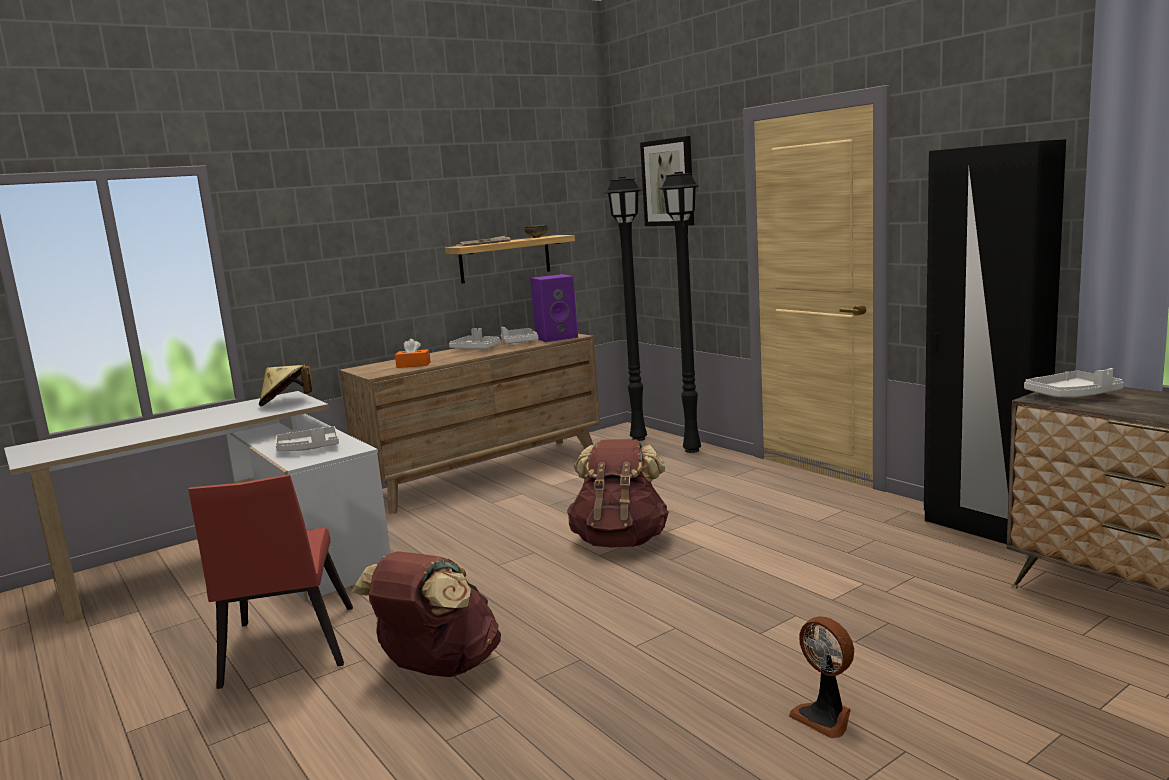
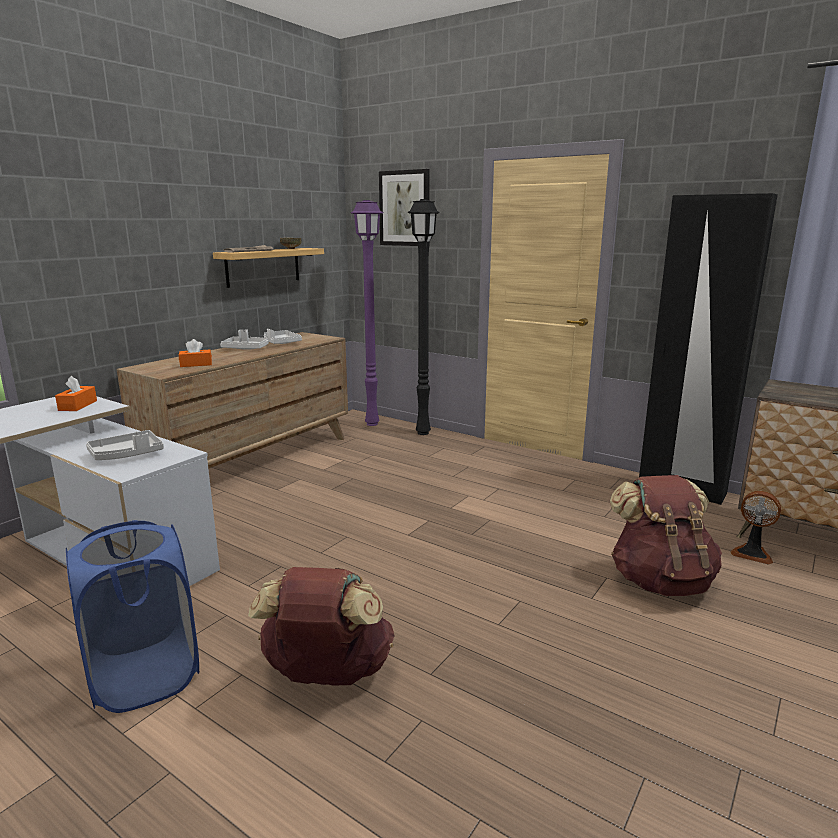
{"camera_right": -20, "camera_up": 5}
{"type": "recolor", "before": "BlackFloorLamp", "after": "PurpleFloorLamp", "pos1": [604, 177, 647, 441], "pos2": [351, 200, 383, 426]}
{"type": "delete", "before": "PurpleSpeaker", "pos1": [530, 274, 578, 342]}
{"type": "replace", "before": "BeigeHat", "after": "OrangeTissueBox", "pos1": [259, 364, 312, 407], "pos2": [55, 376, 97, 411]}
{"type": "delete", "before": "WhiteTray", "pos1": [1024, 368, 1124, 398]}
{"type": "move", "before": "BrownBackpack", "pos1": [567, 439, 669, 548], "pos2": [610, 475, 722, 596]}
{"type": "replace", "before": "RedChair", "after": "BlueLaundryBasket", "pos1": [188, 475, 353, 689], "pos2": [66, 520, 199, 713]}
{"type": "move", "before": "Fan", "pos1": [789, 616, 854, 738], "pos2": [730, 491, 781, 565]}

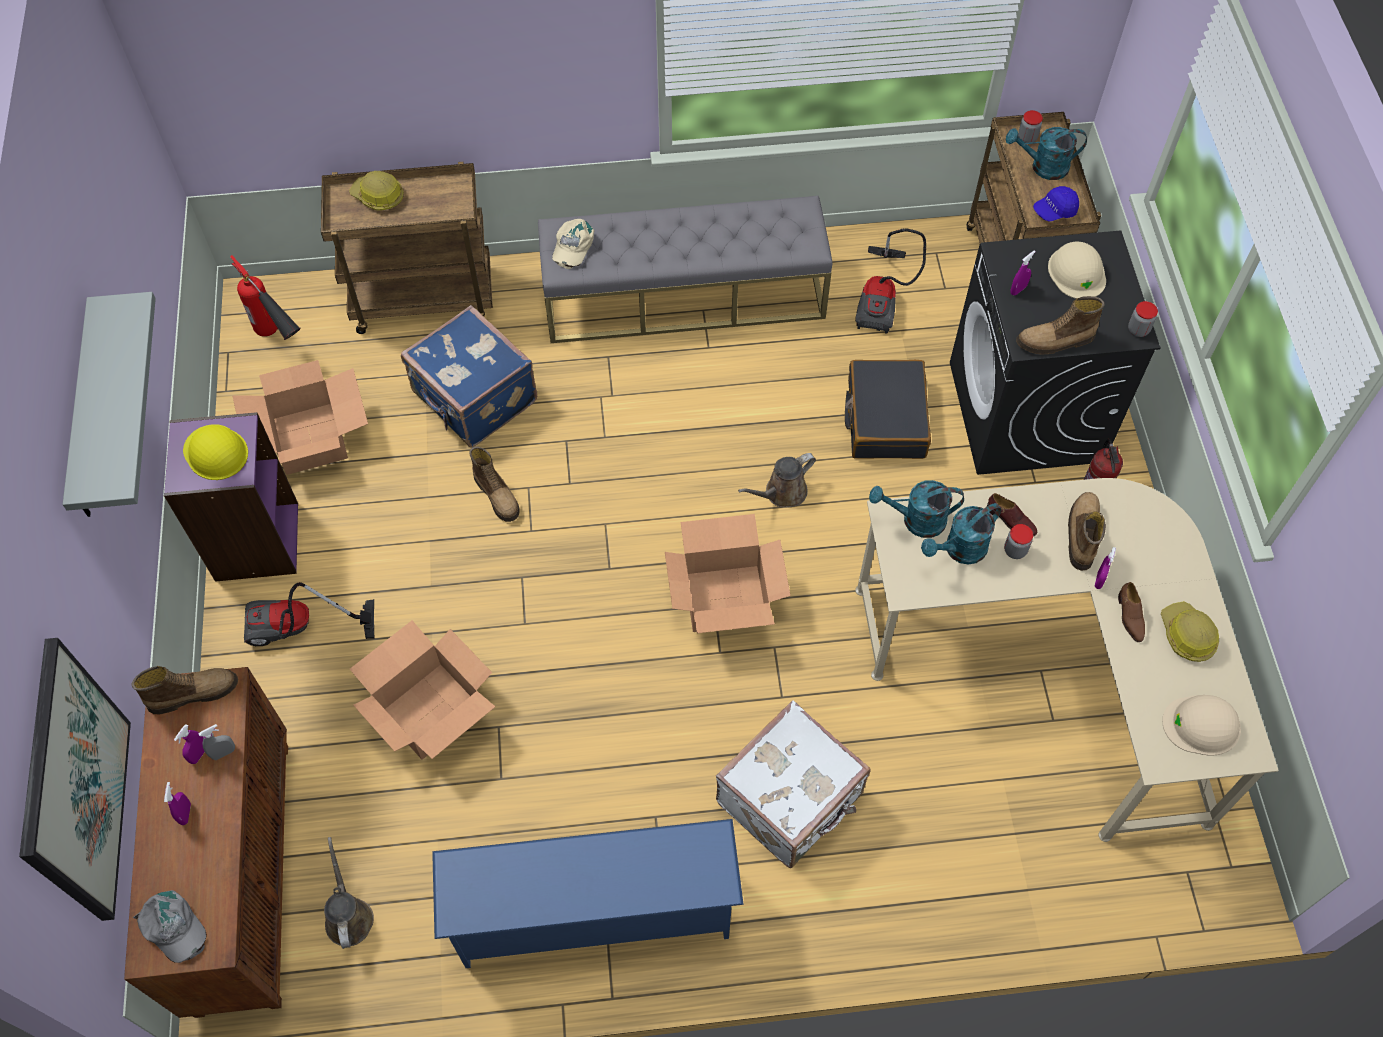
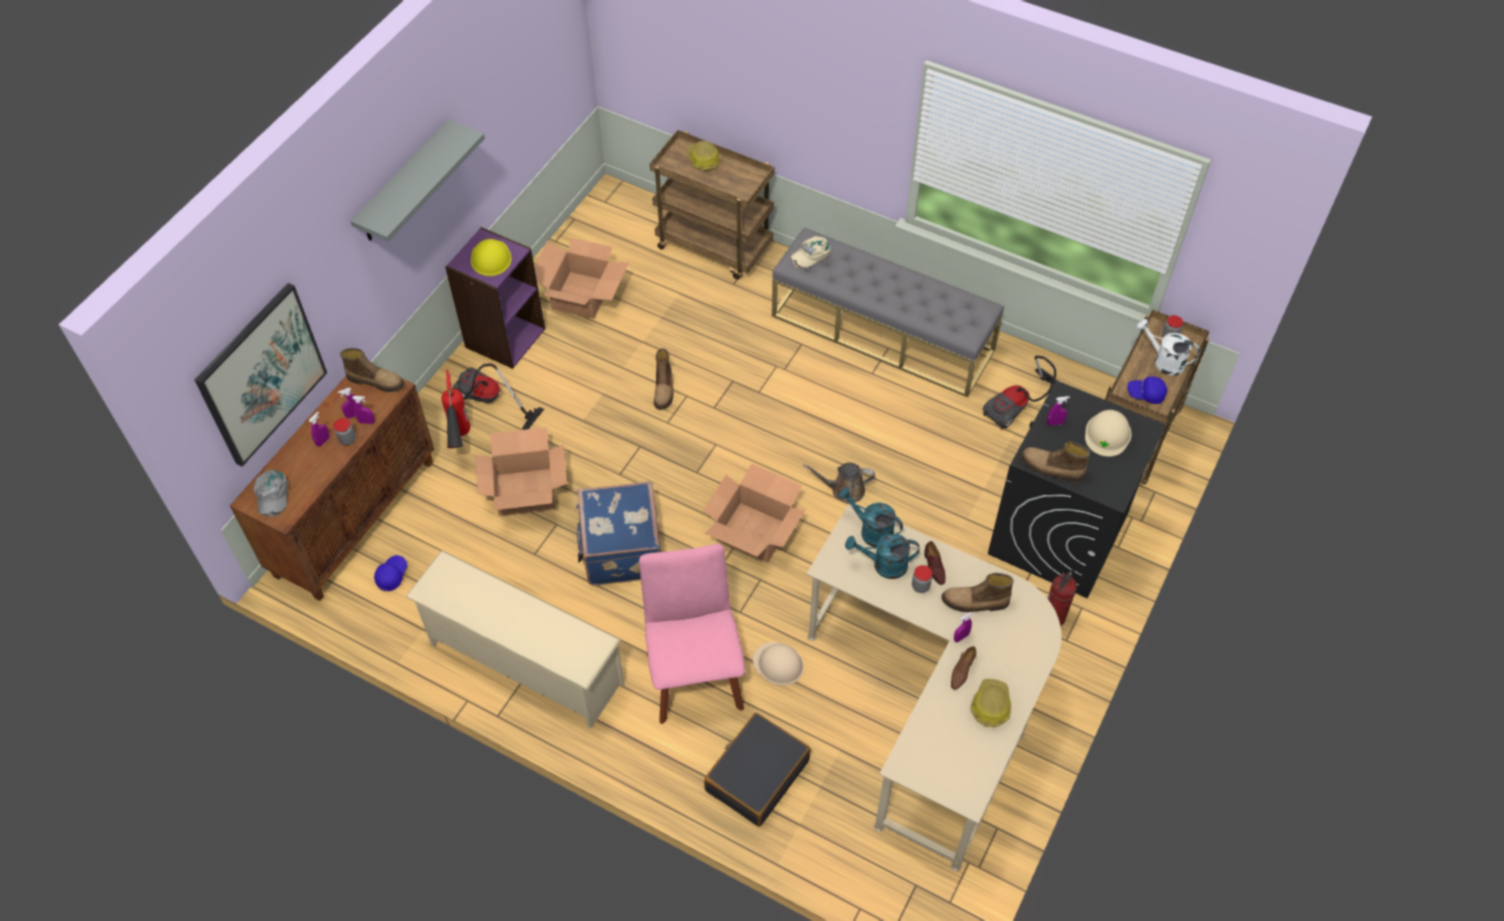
{"camera_right": 35, "camera_up": -5}
{"type": "recolor", "before": "TurquoiseWateringCan", "after": "WhiteWateringCan", "pos1": [1005, 127, 1087, 180], "pos2": [1137, 319, 1200, 376]}
{"type": "move", "before": "FireExtinguisher", "pos1": [230, 255, 301, 340], "pos2": [441, 369, 470, 448]}
{"type": "move", "before": "Jar", "pos1": [1128, 301, 1158, 337], "pos2": [333, 418, 356, 445]}
{"type": "move", "before": "BlueSuitcase", "pos1": [401, 305, 537, 447], "pos2": [576, 481, 661, 585]}
{"type": "move", "before": "BlackSuitcase", "pos1": [845, 360, 931, 459], "pos2": [704, 713, 811, 827]}
{"type": "rotate", "before": "Boot", "pos1": [1068, 492, 1106, 571], "pos2": [941, 573, 1014, 612], "turn": -135}
{"type": "move", "before": "BeigeHardHat", "pos1": [1162, 695, 1241, 756], "pos2": [753, 642, 804, 686]}
{"type": "replace", "before": "WhiteSuitcase", "after": "PinkChair", "pos1": [716, 700, 871, 868], "pos2": [639, 544, 745, 724]}
{"type": "recolor", "before": "GreySprayBottle", "after": "PurpleSprayBottle", "pos1": [198, 724, 235, 760], "pos2": [352, 396, 375, 424]}
{"type": "recolor", "before": "BlueShoeRack", "after": "BeigeShoeRack", "pos1": [432, 819, 744, 968], "pos2": [406, 551, 624, 728]}
{"type": "replace", "before": "BrownWateringCan", "after": "BlueCap", "pos1": [324, 837, 374, 949], "pos2": [374, 555, 407, 591]}

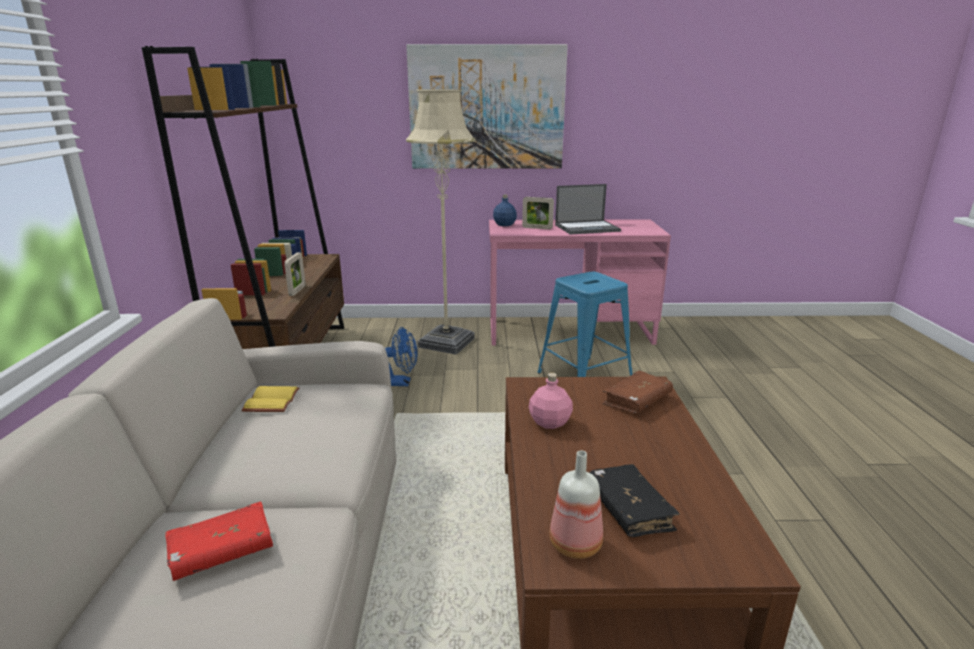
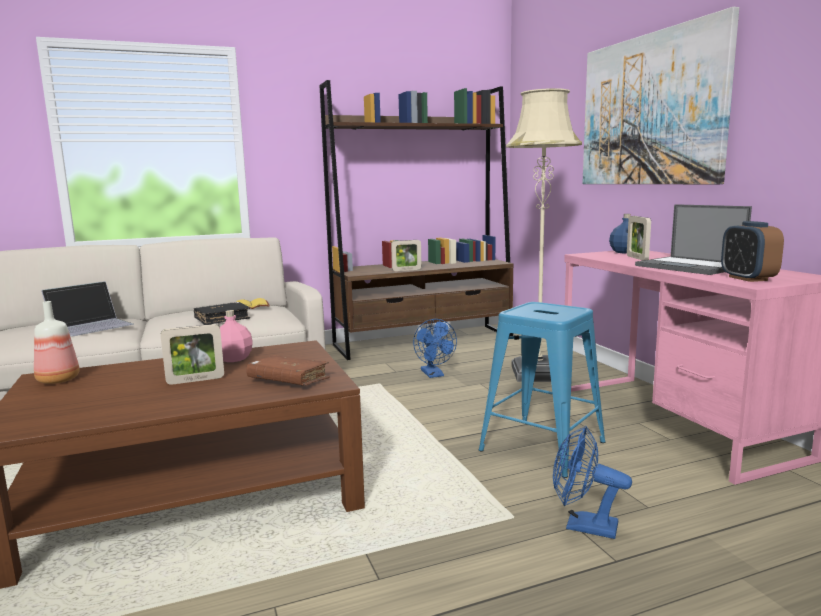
{"camera_right": 70, "camera_up": -10}
{"type": "move", "before": "BlackBook", "pos1": [589, 464, 680, 537], "pos2": [194, 302, 250, 325]}
{"type": "replace", "before": "RedBook", "after": "Laptop", "pos1": [166, 501, 273, 581], "pos2": [41, 281, 134, 337]}
{"type": "insert", "after": "AlarmClock", "pos2": [721, 221, 784, 282]}
{"type": "insert", "after": "PictureFrame", "pos2": [161, 324, 224, 385]}
{"type": "insert", "after": "BlueFan", "pos2": [553, 426, 632, 539]}

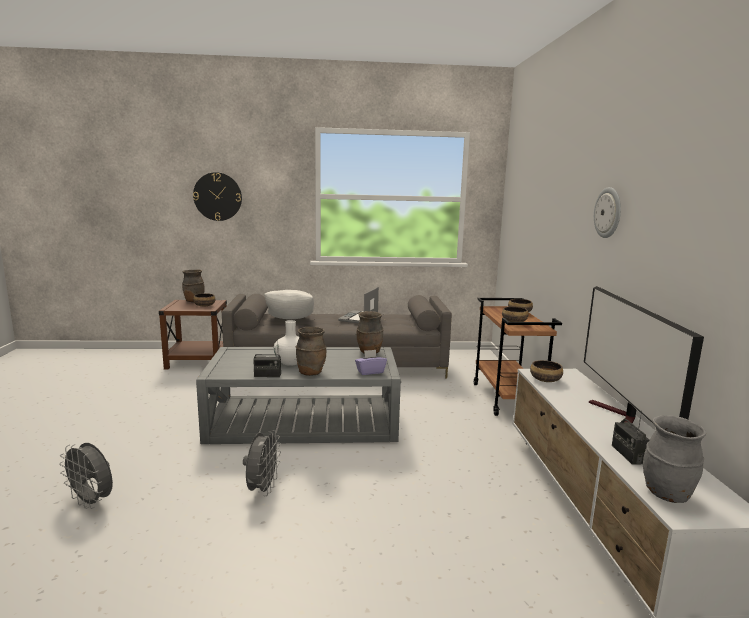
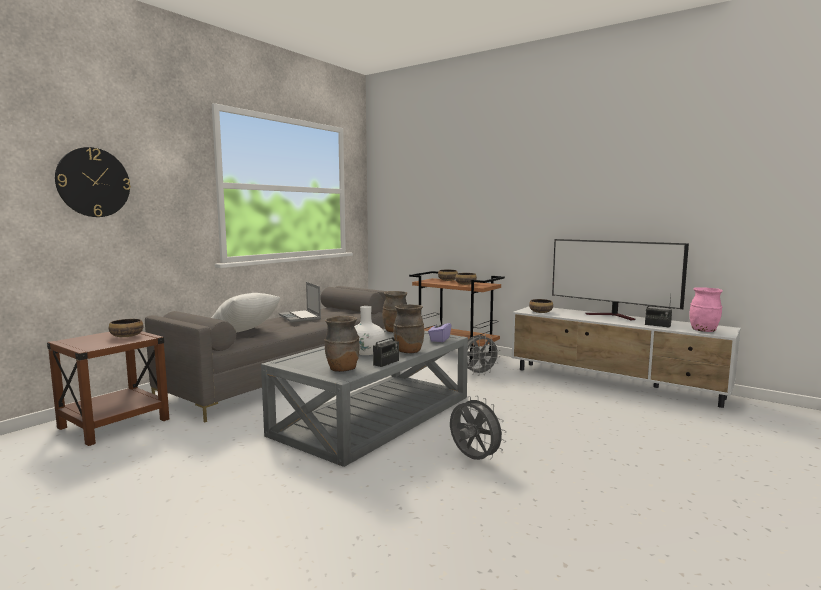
{"camera_right": -50, "camera_up": -5}
{"type": "delete", "before": "WallClock", "pos1": [594, 187, 621, 238]}
{"type": "move", "before": "BrownVase", "pos1": [182, 270, 205, 302], "pos2": [324, 316, 360, 372]}
{"type": "recolor", "before": "GreyVase", "after": "PinkVase", "pos1": [643, 415, 706, 503], "pos2": [689, 287, 723, 332]}
{"type": "move", "before": "GreyFan", "pos1": [59, 443, 113, 509], "pos2": [467, 334, 501, 376]}

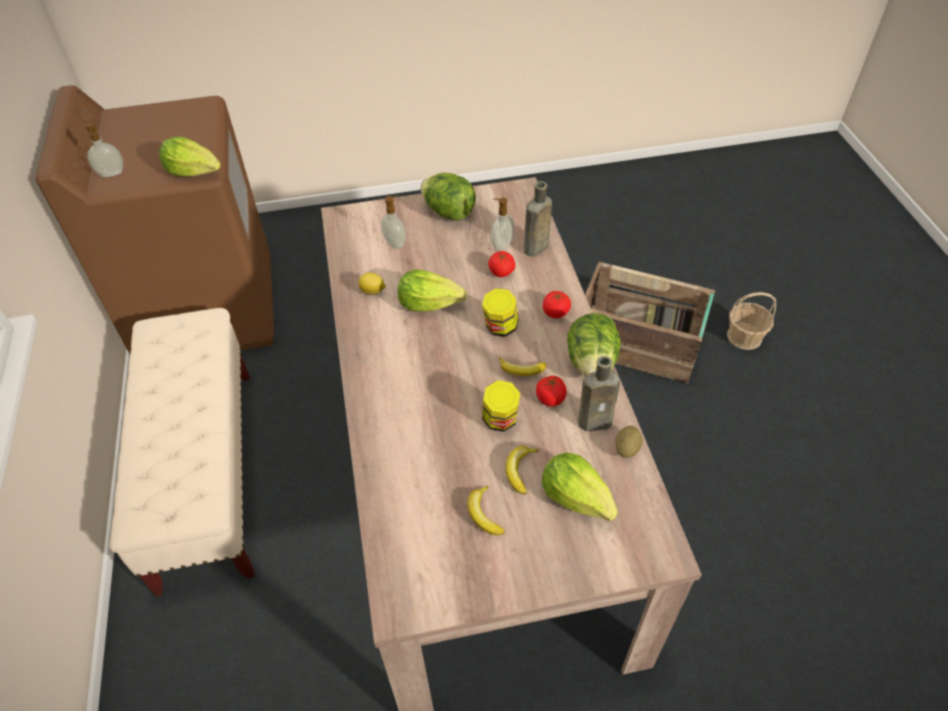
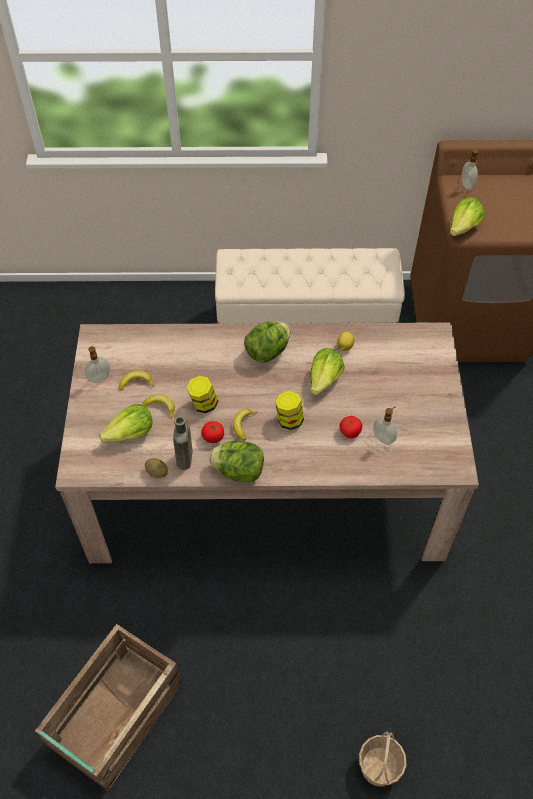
{"camera_right": 100, "camera_up": 5}
{"type": "move", "before": "Lettuce", "pos1": [421, 173, 476, 221], "pos2": [244, 321, 291, 363]}
{"type": "delete", "before": "BrownBottle", "pos1": [524, 181, 552, 257]}
{"type": "move", "before": "SoapDispenser", "pos1": [381, 196, 406, 249], "pos2": [84, 346, 110, 383]}
{"type": "move", "before": "Crate", "pos1": [585, 262, 715, 383], "pos2": [35, 624, 182, 791]}
{"type": "delete", "before": "Tomato", "pos1": [543, 291, 571, 318]}

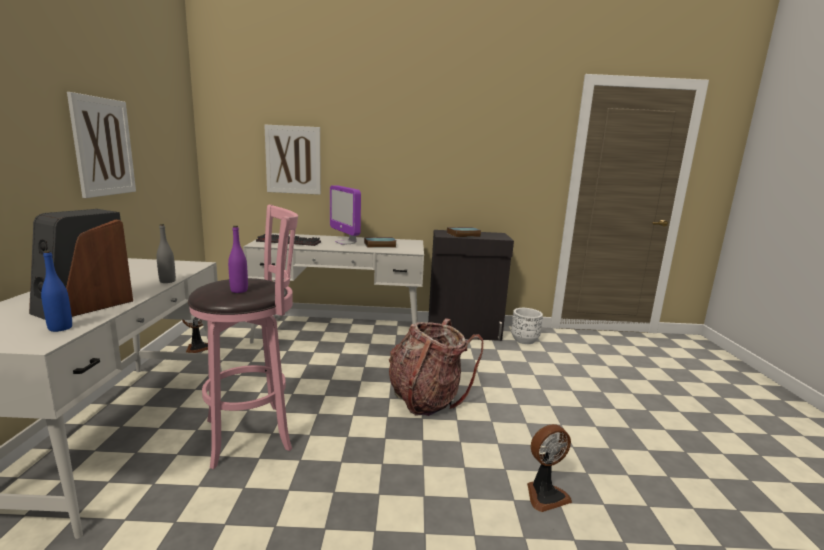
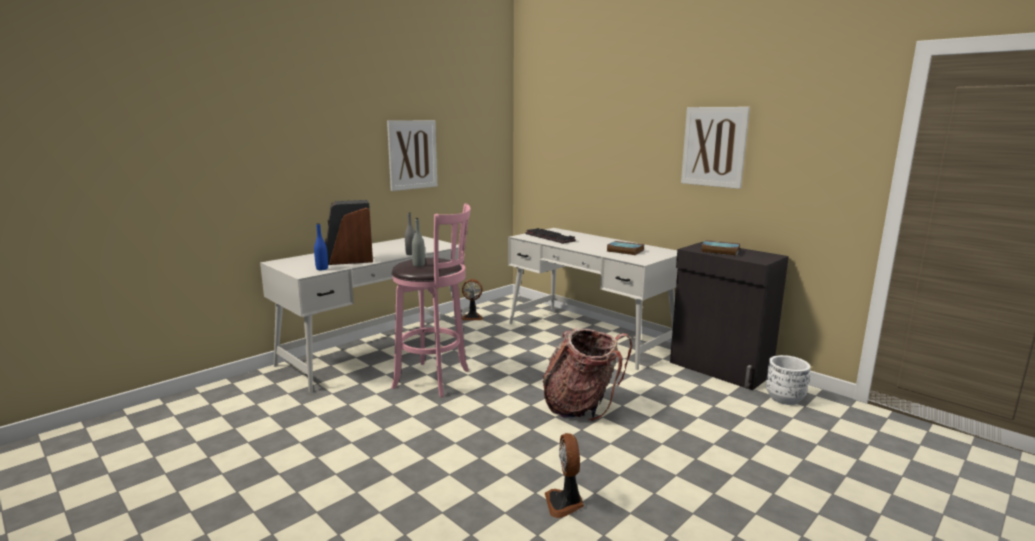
{"camera_right": 45, "camera_up": 0}
{"type": "move", "before": "Picture", "pos1": [264, 125, 321, 195], "pos2": [681, 107, 750, 189]}
{"type": "delete", "before": "Monitor", "pos1": [330, 185, 361, 245]}
{"type": "recolor", "before": "PurpleBottle", "after": "GreyBottle", "pos1": [228, 226, 248, 293], "pos2": [412, 218, 425, 267]}
{"type": "rotate", "before": "Fan", "pos1": [527, 424, 572, 512], "pos2": [545, 433, 584, 518], "turn": 60}

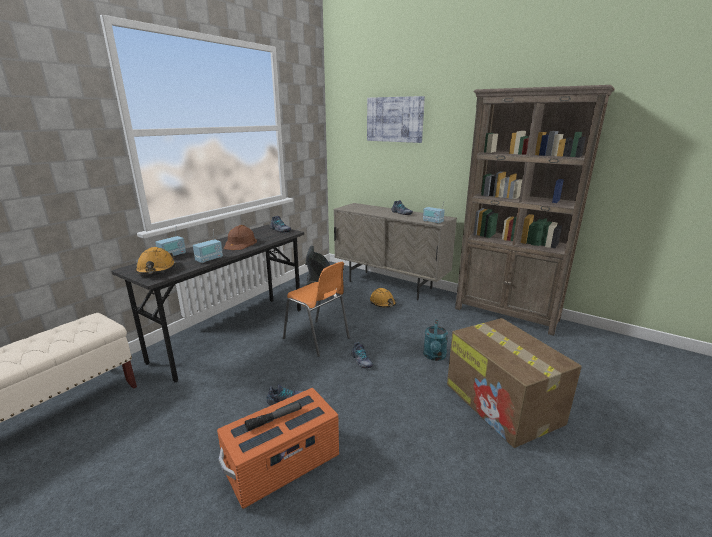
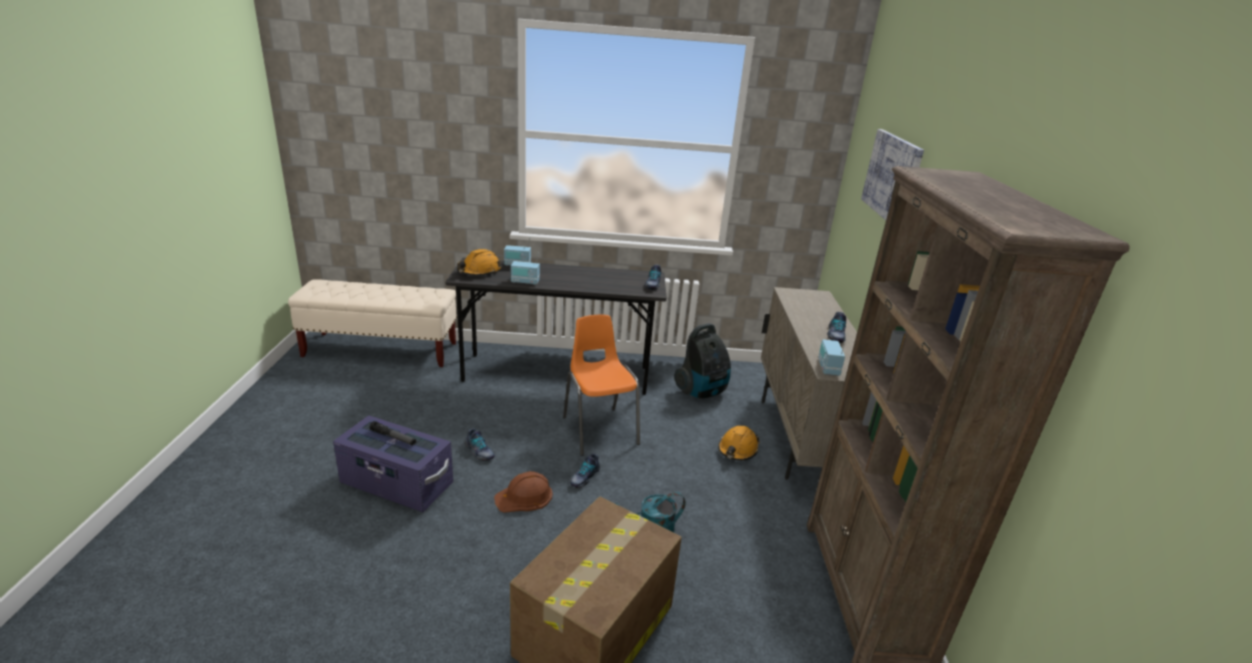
{"camera_right": 55, "camera_up": 5}
{"type": "move", "before": "BrownHardHat", "pos1": [224, 225, 257, 250], "pos2": [494, 471, 553, 513]}
{"type": "rotate", "before": "OrangeChair", "pos1": [283, 262, 350, 357], "pos2": [563, 315, 640, 456], "turn": 150}
{"type": "recolor", "before": "OrangeStorageBox", "after": "PurpleStorageBox", "pos1": [217, 388, 339, 509], "pos2": [333, 416, 453, 512]}

